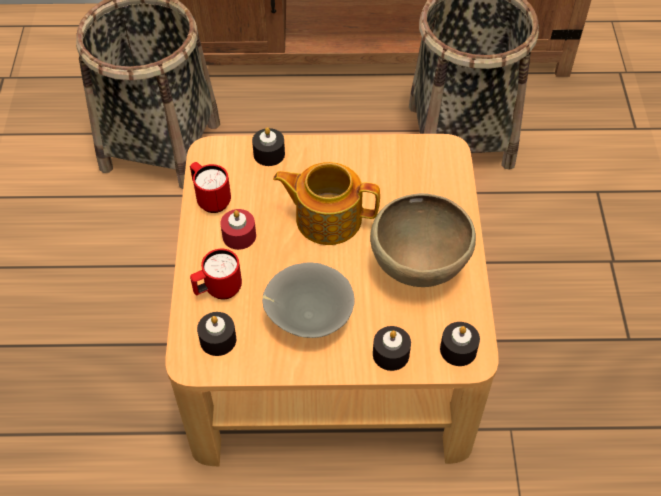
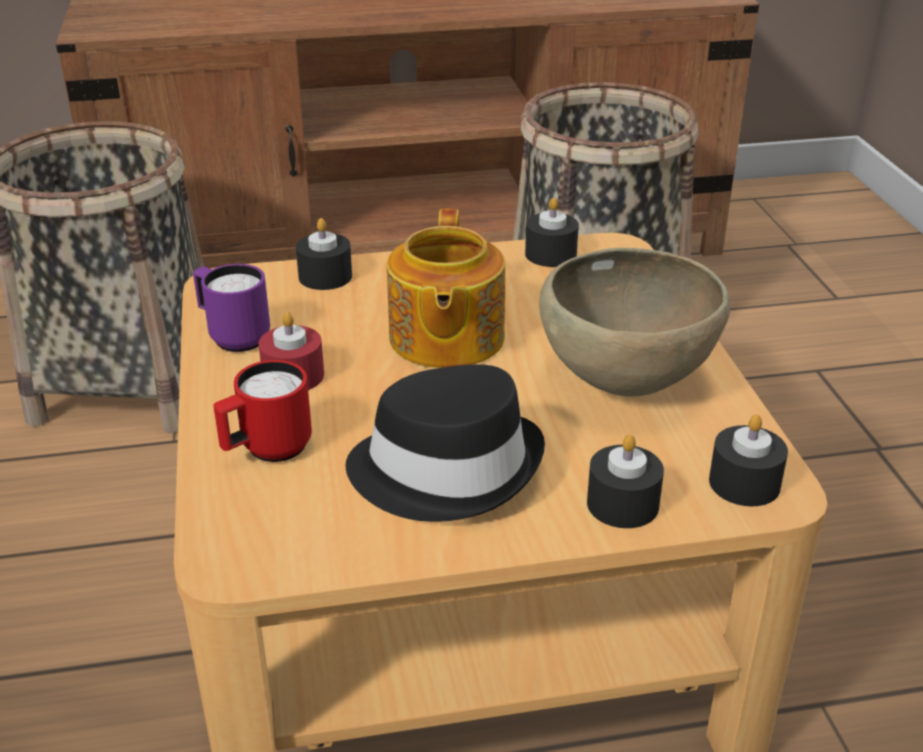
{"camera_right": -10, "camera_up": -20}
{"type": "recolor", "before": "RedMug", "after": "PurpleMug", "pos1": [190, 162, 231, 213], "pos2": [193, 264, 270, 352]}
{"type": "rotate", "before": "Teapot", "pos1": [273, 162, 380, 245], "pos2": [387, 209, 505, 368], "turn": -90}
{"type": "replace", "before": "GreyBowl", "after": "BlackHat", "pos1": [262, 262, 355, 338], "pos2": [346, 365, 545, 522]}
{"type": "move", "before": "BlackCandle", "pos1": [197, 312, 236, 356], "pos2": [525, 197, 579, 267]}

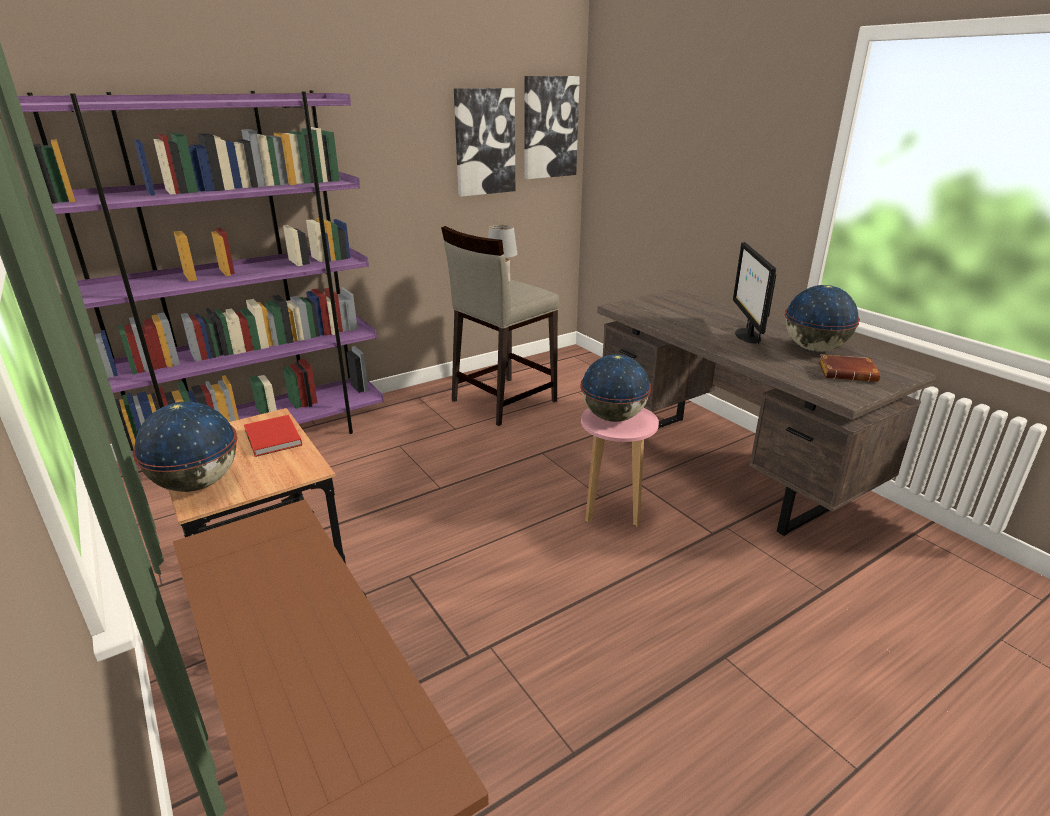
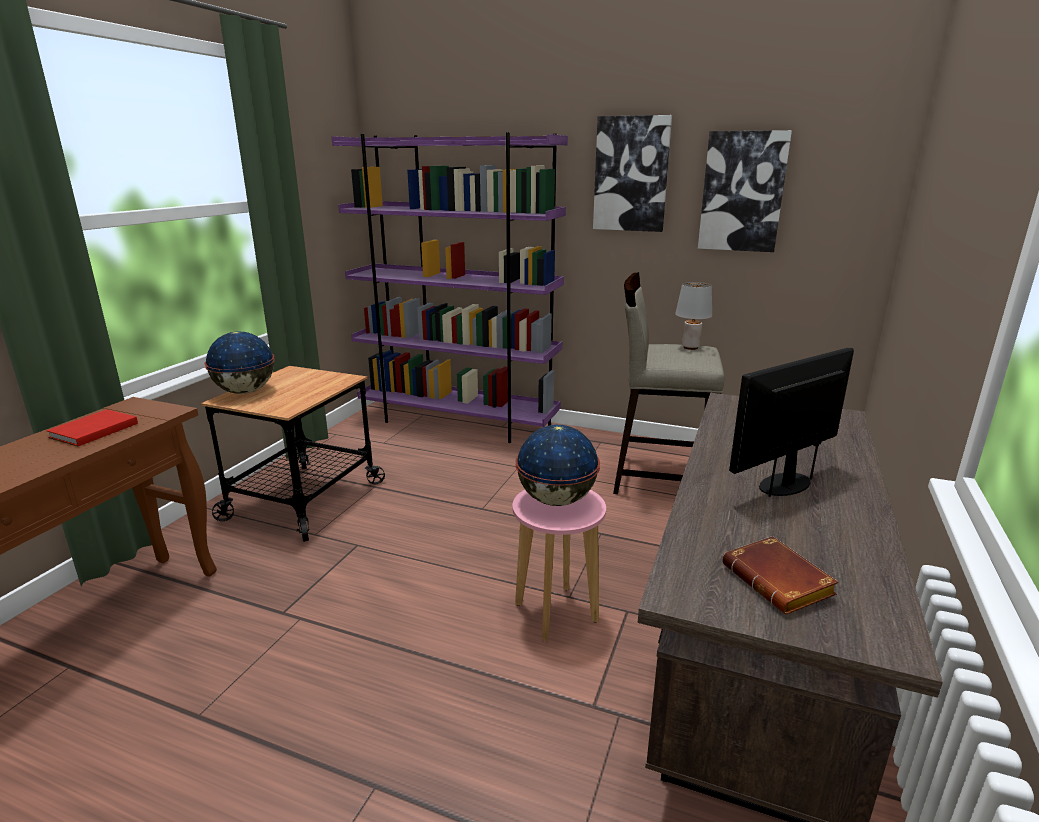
{"camera_right": 55, "camera_up": -5}
{"type": "move", "before": "Picture", "pos1": [525, 76, 580, 179], "pos2": [593, 115, 672, 232]}
{"type": "delete", "before": "Globe", "pos1": [785, 285, 860, 352]}
{"type": "move", "before": "RedBook", "pos1": [244, 415, 302, 457], "pos2": [46, 409, 138, 446]}

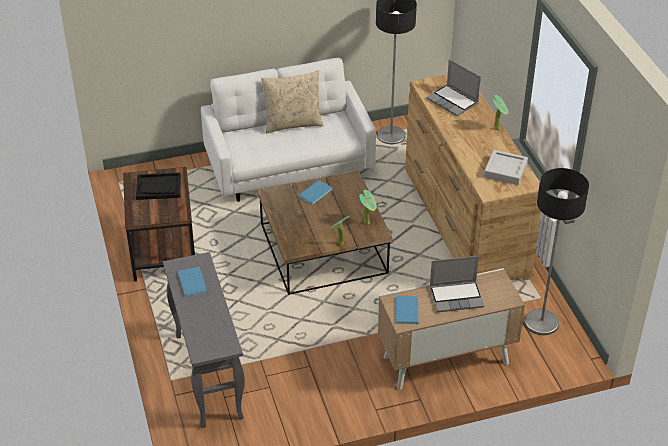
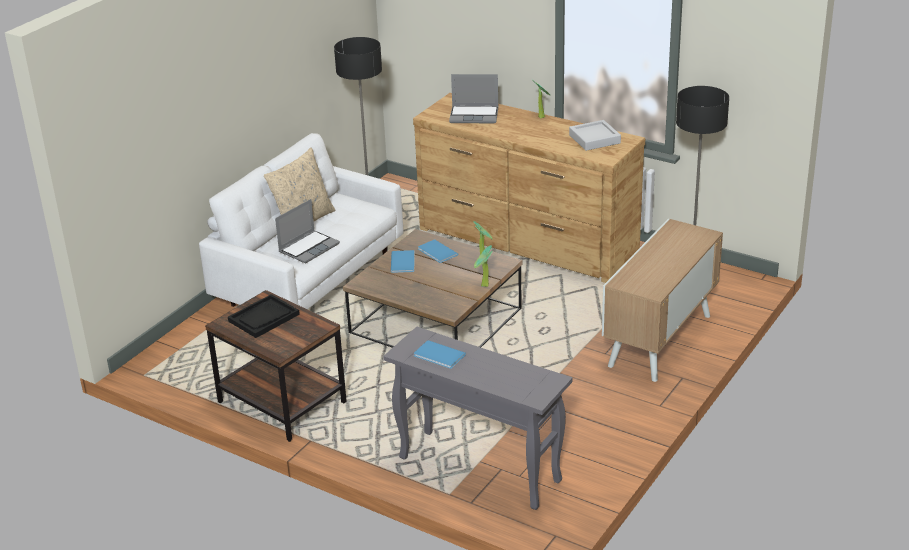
{"camera_right": -40, "camera_up": -10}
{"type": "move", "before": "Laptop", "pos1": [430, 256, 484, 312], "pos2": [275, 199, 340, 264]}
{"type": "move", "before": "BlueBook", "pos1": [396, 296, 419, 324], "pos2": [418, 239, 458, 263]}

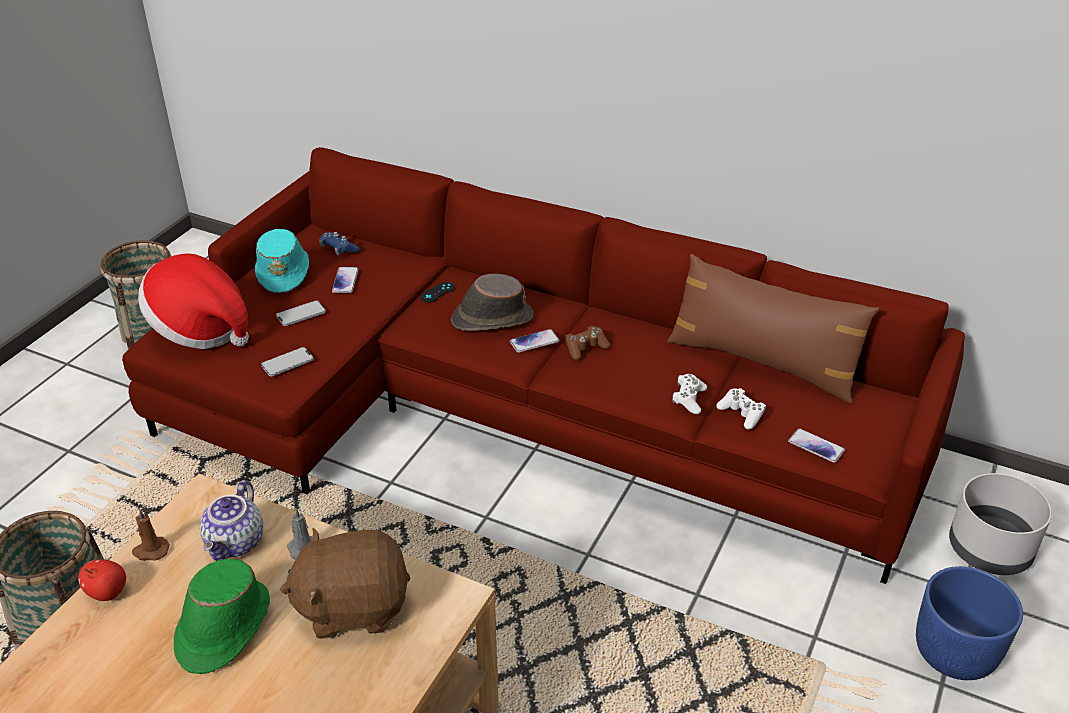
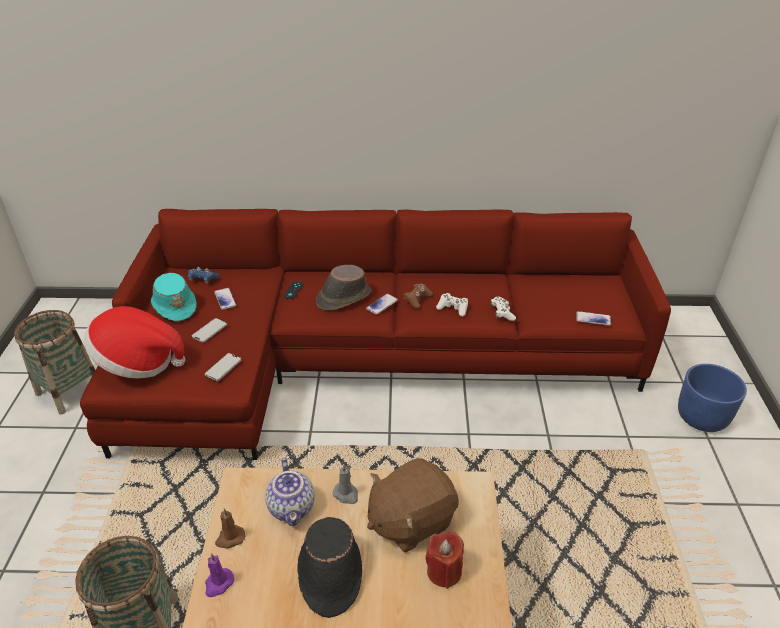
{"camera_right": -25, "camera_up": 0}
{"type": "delete", "before": "BrownPillow", "pos1": [667, 254, 879, 403]}
{"type": "move", "before": "WhiteGameController", "pos1": [716, 388, 766, 430], "pos2": [436, 293, 468, 317]}
{"type": "delete", "before": "GreyPlanter", "pos1": [949, 473, 1052, 575]}
{"type": "replace", "before": "Apple", "after": "PurpleCandle", "pos1": [78, 559, 126, 601], "pos2": [205, 553, 234, 597]}
{"type": "recolor", "before": "GreenHat", "after": "BlackHat", "pos1": [174, 559, 270, 674], "pos2": [297, 517, 362, 618]}
{"type": "insert", "after": "RedCandle", "pos2": [425, 531, 464, 589]}

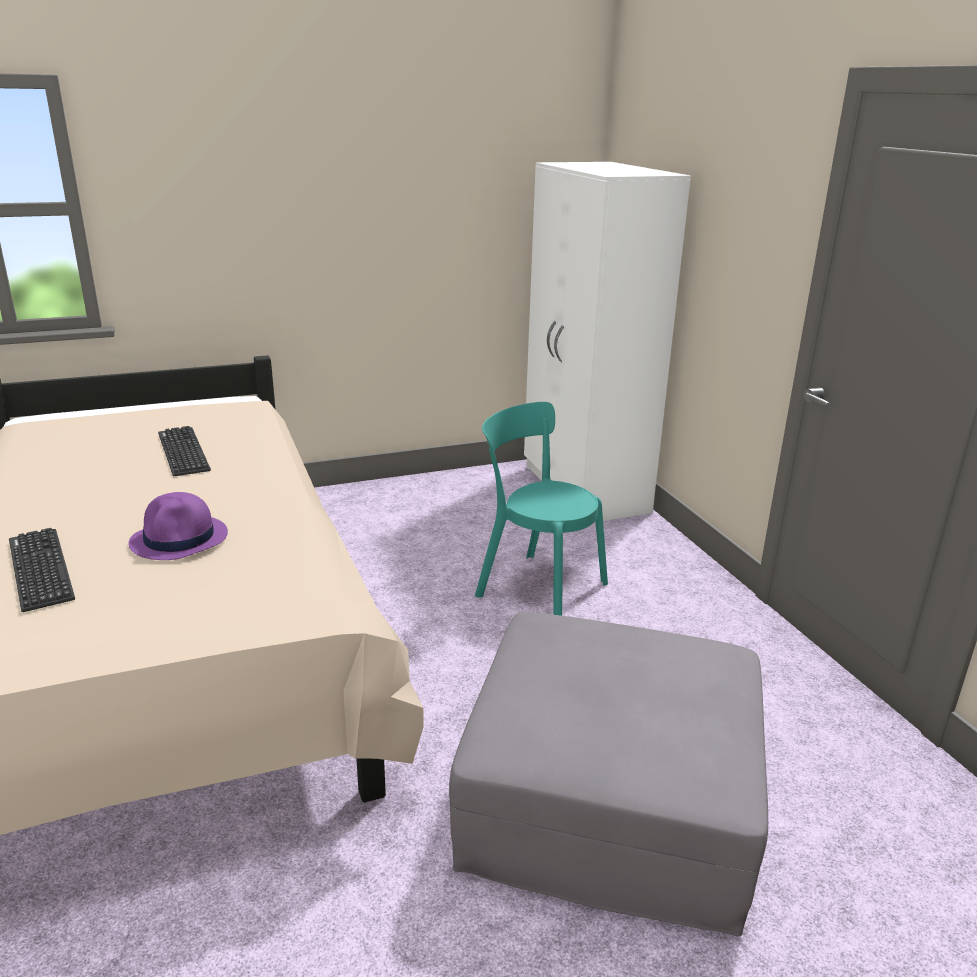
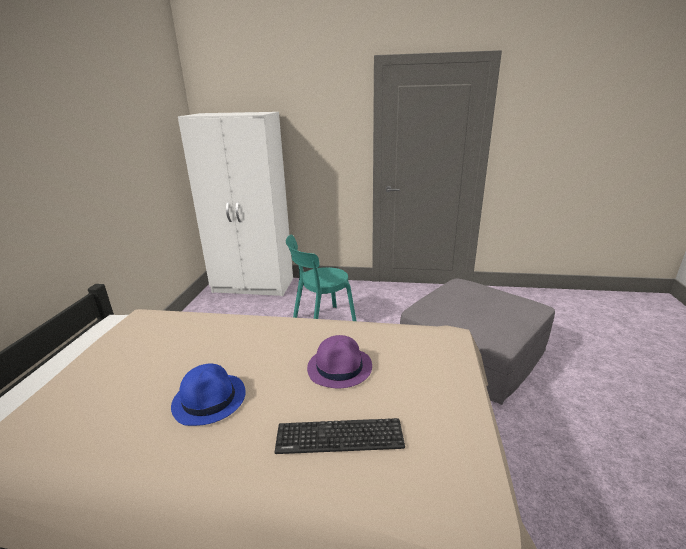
{"camera_right": -60, "camera_up": 0}
{"type": "delete", "before": "Keyboard", "pos1": [158, 426, 211, 476]}
{"type": "insert", "after": "BlueHat", "pos2": [171, 364, 246, 426]}

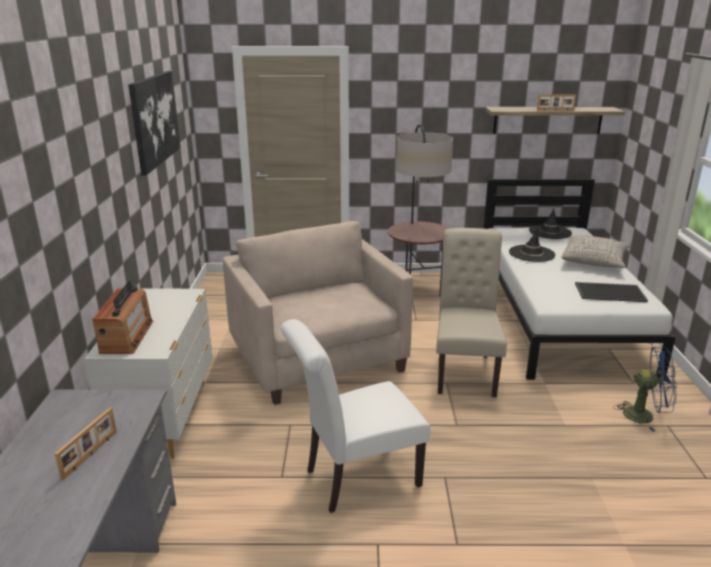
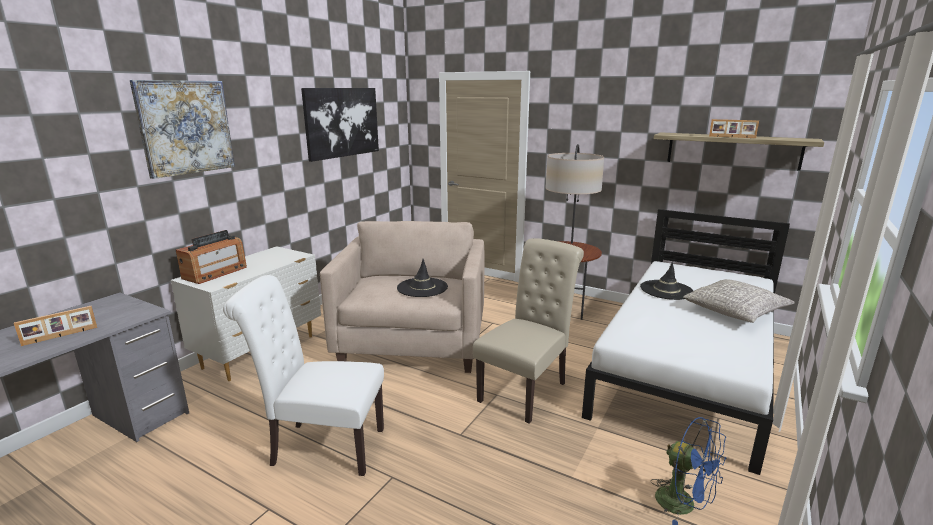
{"camera_right": 30, "camera_up": -5}
{"type": "move", "before": "BlackHat", "pos1": [529, 208, 572, 239], "pos2": [397, 259, 448, 297]}
{"type": "delete", "before": "Tray", "pos1": [575, 282, 648, 302]}
{"type": "insert", "after": "Picture", "pos2": [130, 80, 235, 179]}

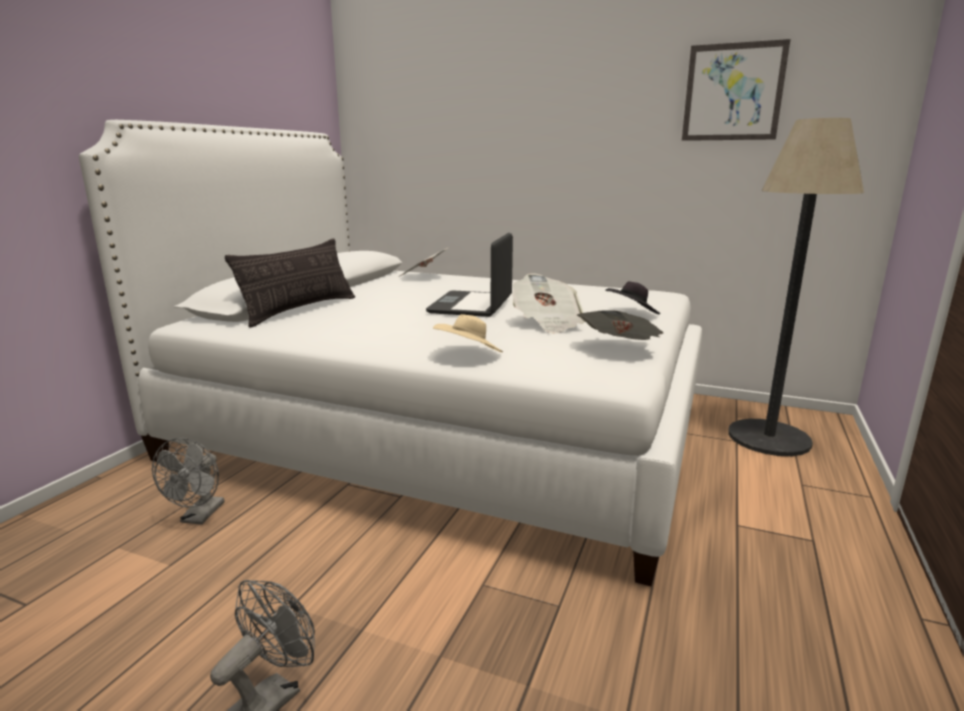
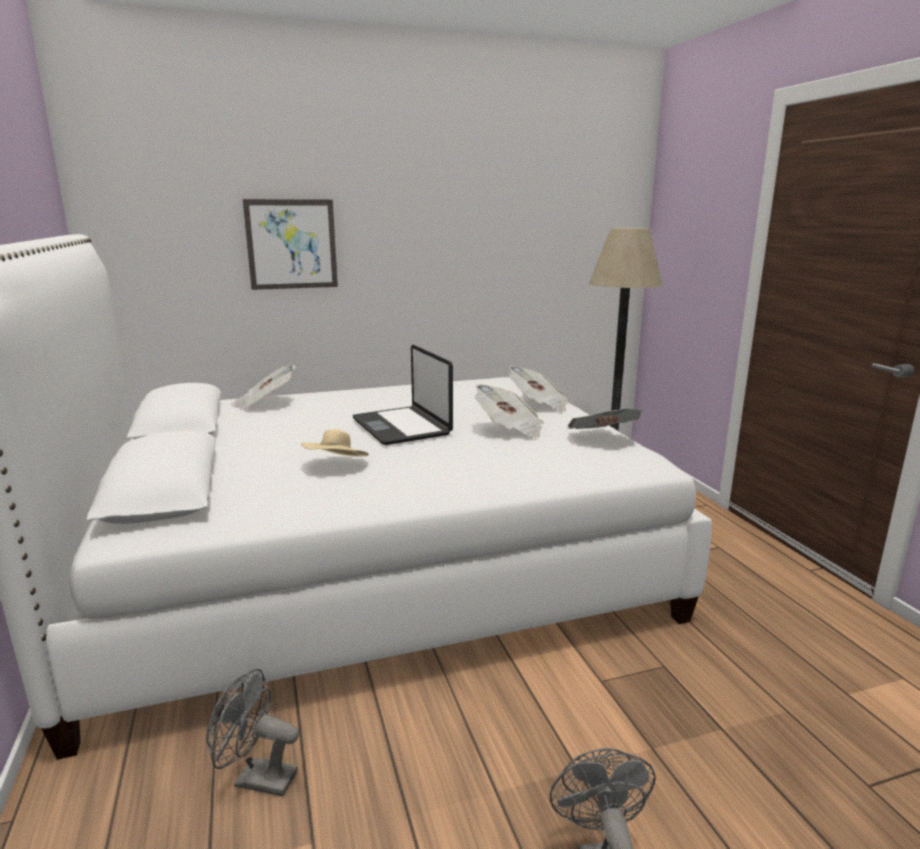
{"camera_right": -40, "camera_up": 0}
{"type": "move", "before": "Picture", "pos1": [682, 39, 790, 141], "pos2": [243, 199, 338, 290]}
{"type": "delete", "before": "Pillow", "pos1": [225, 238, 355, 328]}
{"type": "replace", "before": "BlackHat", "after": "Newspaper", "pos1": [605, 281, 660, 314], "pos2": [509, 366, 568, 412]}
{"type": "move", "before": "BeigeHat", "pos1": [433, 314, 503, 352], "pos2": [301, 429, 369, 457]}
{"type": "rotate", "before": "GreyFan", "pos1": [152, 438, 225, 524], "pos2": [206, 669, 299, 796], "turn": 135}

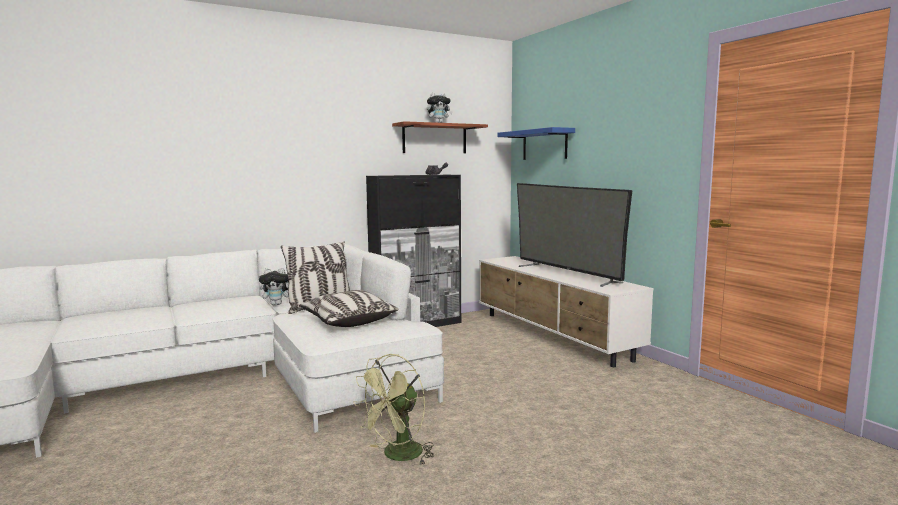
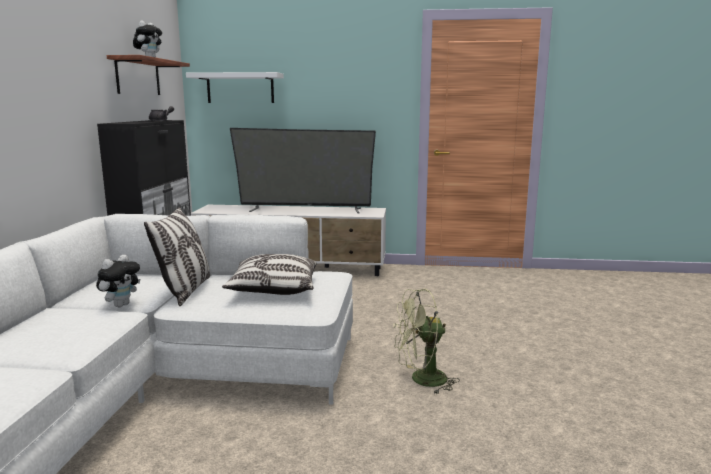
{"camera_right": -55, "camera_up": 5}
{"type": "recolor", "before": "BlueShelf", "after": "WhiteShelf", "pos1": [497, 127, 575, 160], "pos2": [186, 72, 284, 103]}
{"type": "rotate", "before": "GreenFan", "pos1": [353, 354, 434, 464], "pos2": [393, 289, 460, 395], "turn": 90}

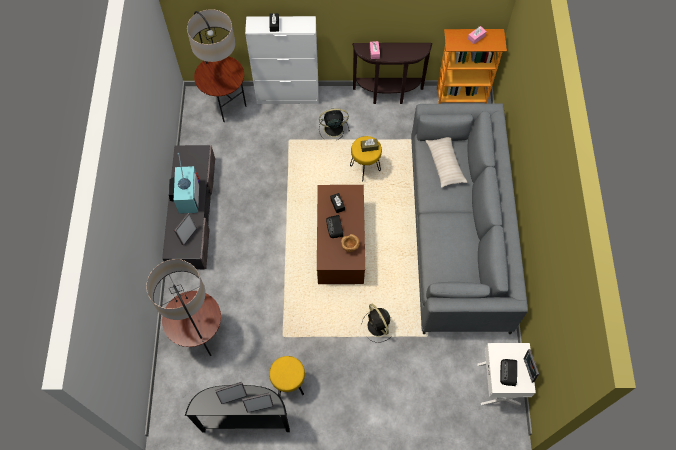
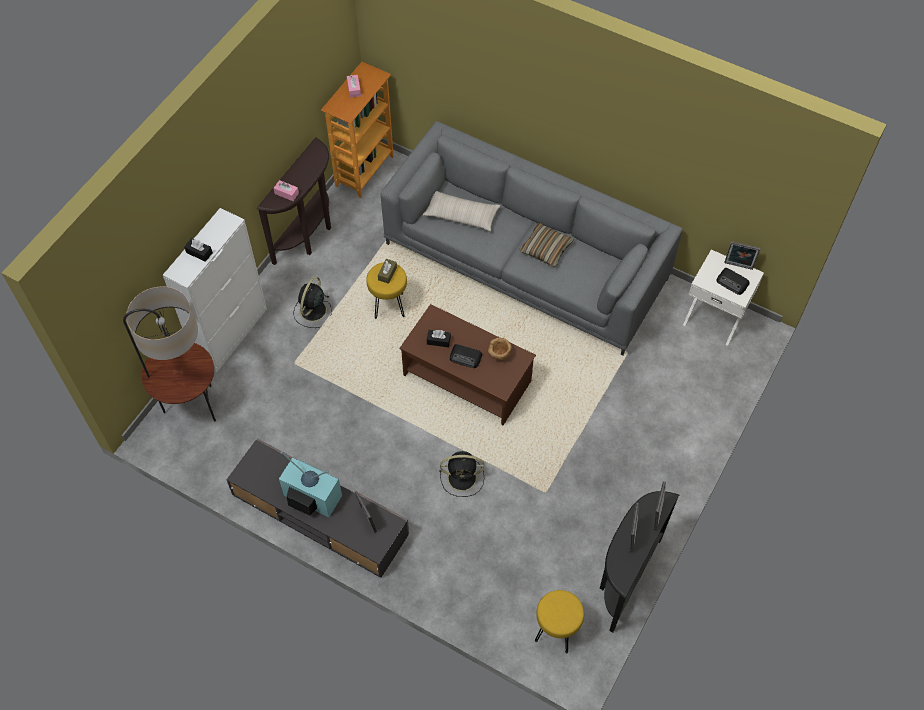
{"camera_right": -60, "camera_up": -5}
{"type": "delete", "before": "FloorLamp", "pos1": [146, 259, 221, 356]}
{"type": "move", "before": "BlackFan", "pos1": [361, 304, 392, 343], "pos2": [439, 451, 484, 497]}
{"type": "move", "before": "YellowStool", "pos1": [269, 356, 305, 396], "pos2": [535, 590, 584, 653]}
{"type": "insert", "after": "Pillow", "pos2": [519, 223, 574, 267]}

